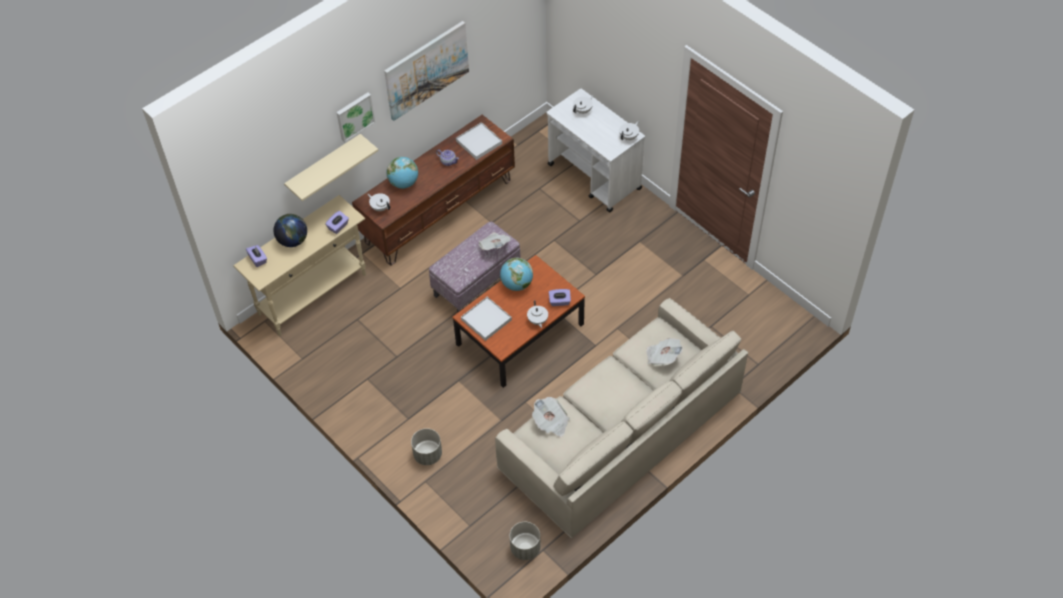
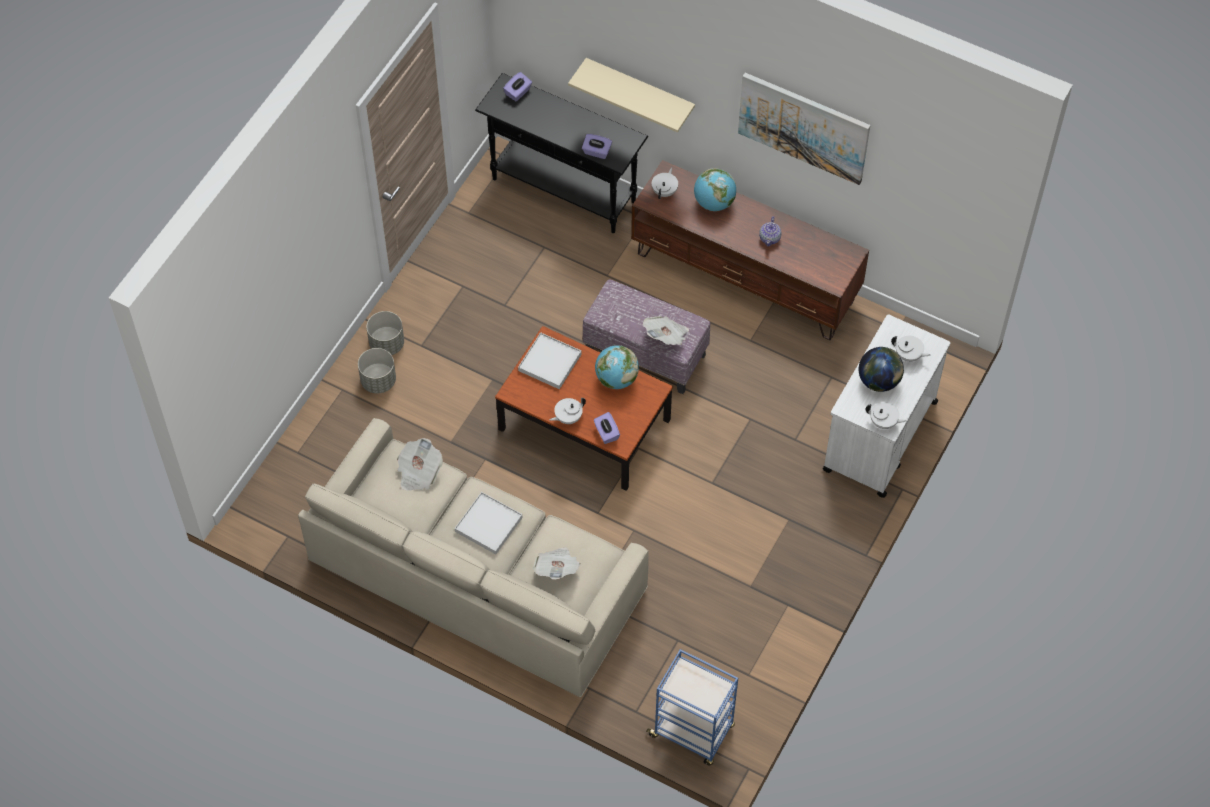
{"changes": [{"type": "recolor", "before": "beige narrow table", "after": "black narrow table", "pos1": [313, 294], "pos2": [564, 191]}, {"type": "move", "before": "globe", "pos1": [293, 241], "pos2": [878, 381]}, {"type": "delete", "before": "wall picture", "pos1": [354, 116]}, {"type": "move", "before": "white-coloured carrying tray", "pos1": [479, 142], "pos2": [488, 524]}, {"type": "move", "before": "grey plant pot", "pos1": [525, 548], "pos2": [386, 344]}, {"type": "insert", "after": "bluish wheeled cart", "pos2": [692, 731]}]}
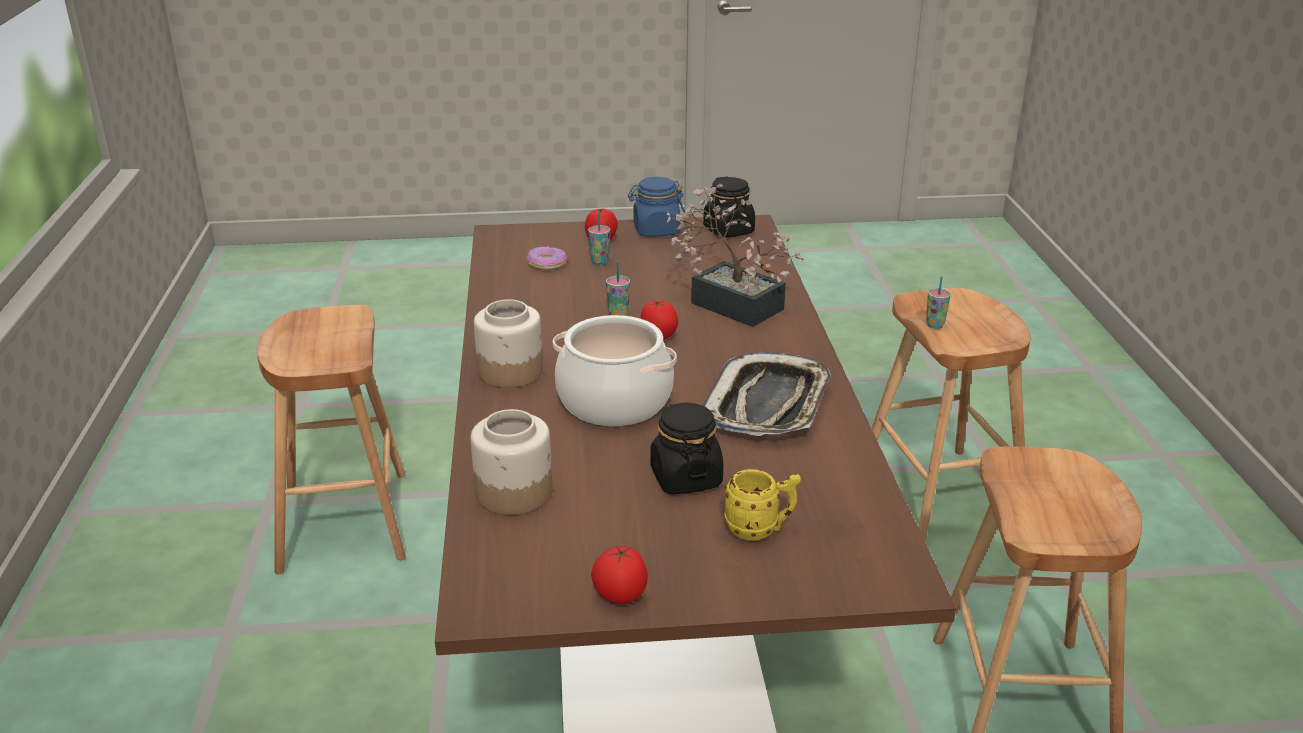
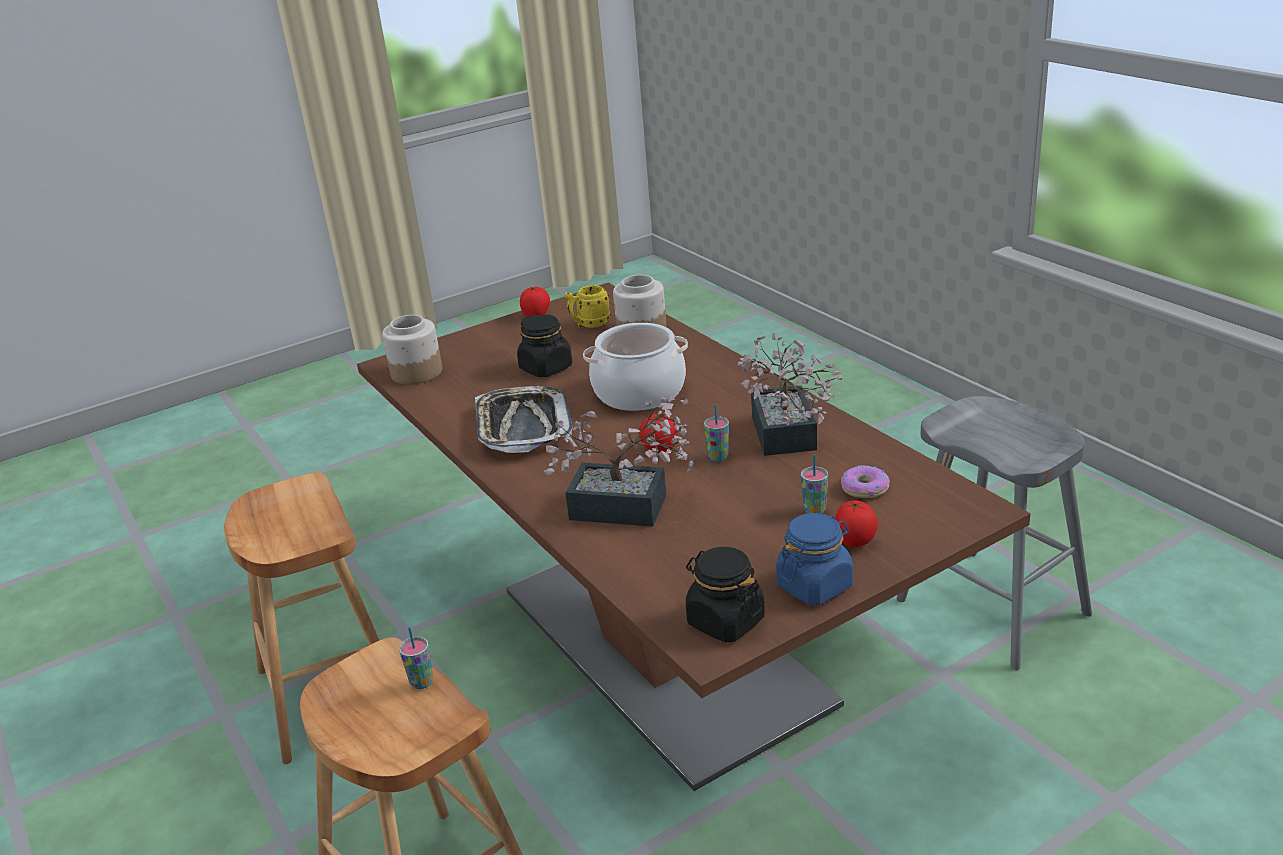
{"changes": [{"type": "recolor", "before": "brown sitting stool", "after": "grey sitting stool", "pos1": [344, 522], "pos2": [991, 607]}, {"type": "move", "before": "jar", "pos1": [511, 372], "pos2": [416, 373]}, {"type": "move", "before": "yellow tea mug", "pos1": [760, 529], "pos2": [589, 325]}, {"type": "insert", "after": "potted plant", "pos2": [784, 438]}]}
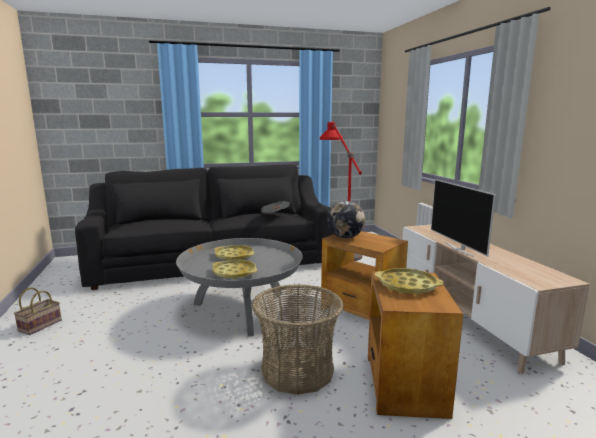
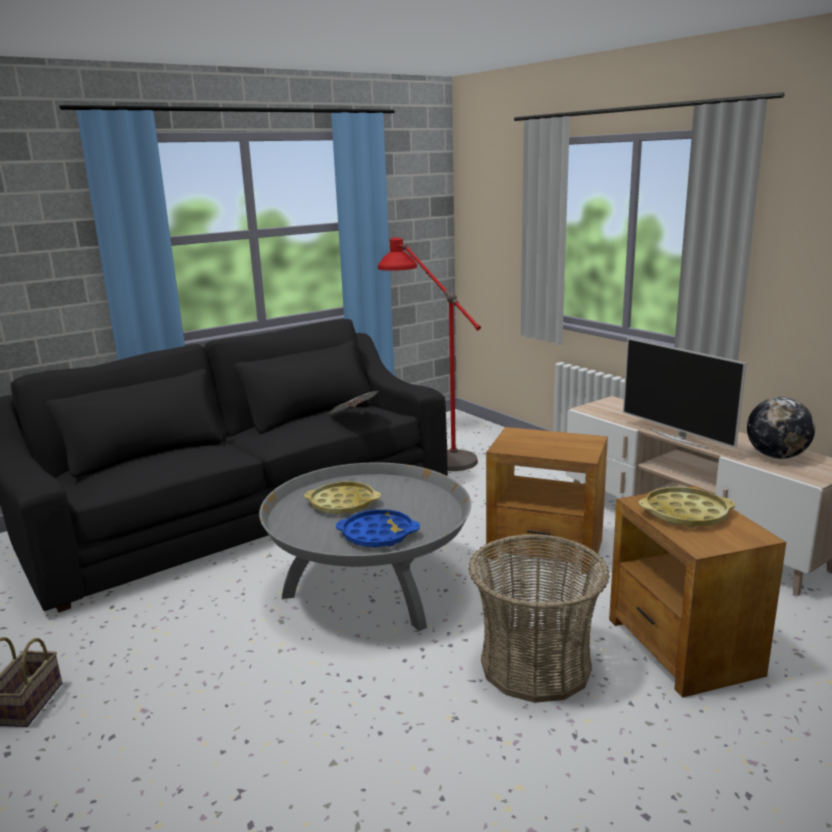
{"changes": [{"type": "recolor", "before": "yellow carrying tray", "after": "bluish carrying tray", "pos1": [234, 273], "pos2": [378, 534]}, {"type": "move", "before": "globe", "pos1": [345, 237], "pos2": [776, 456]}]}
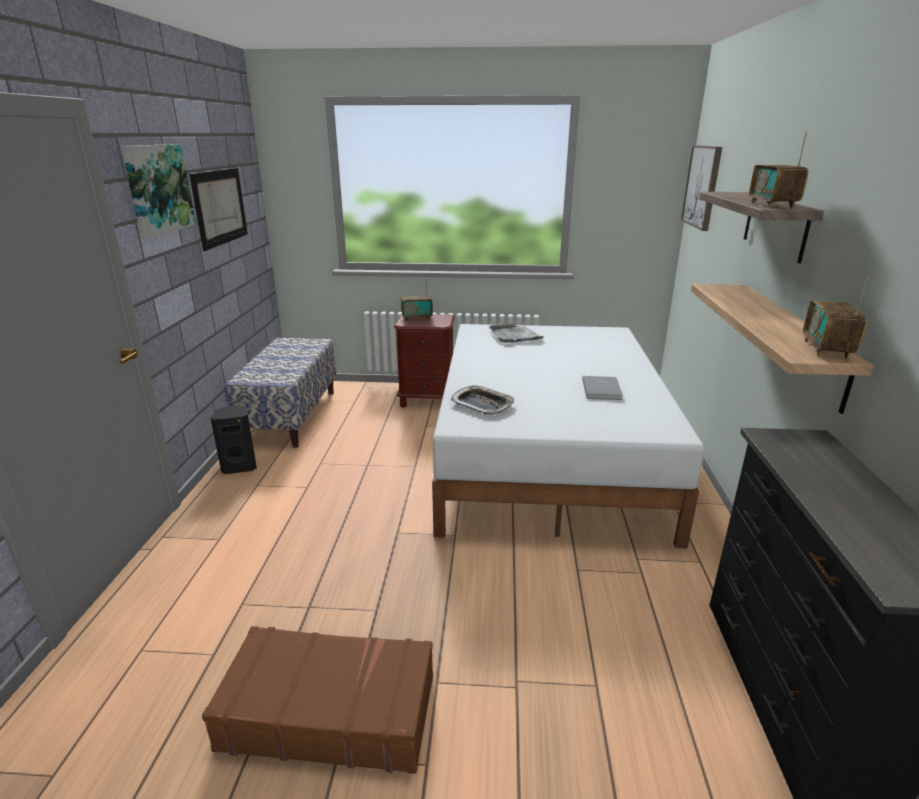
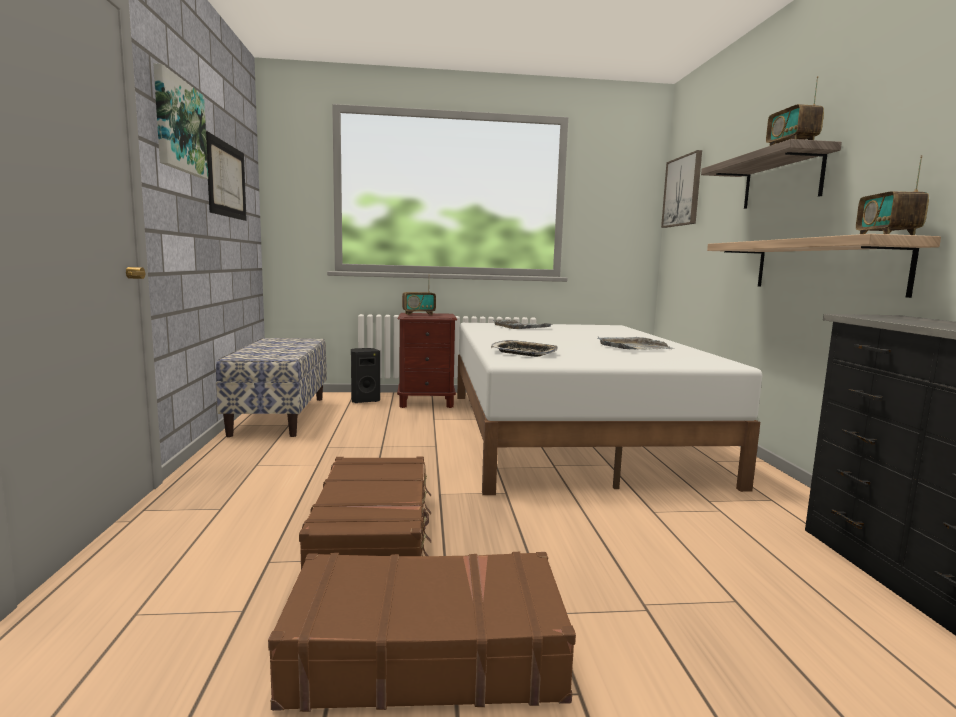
{"changes": [{"type": "move", "before": "black audio speaker", "pos1": [240, 466], "pos2": [364, 400]}, {"type": "replace", "before": "grey volume", "after": "grey carrying tray", "pos1": [602, 389], "pos2": [633, 347]}, {"type": "insert", "after": "brown travel case", "pos2": [374, 534]}]}
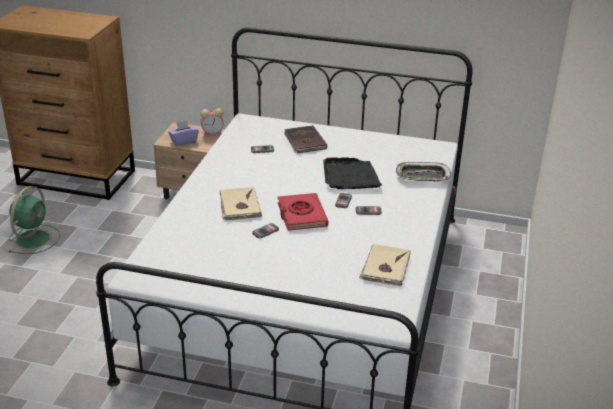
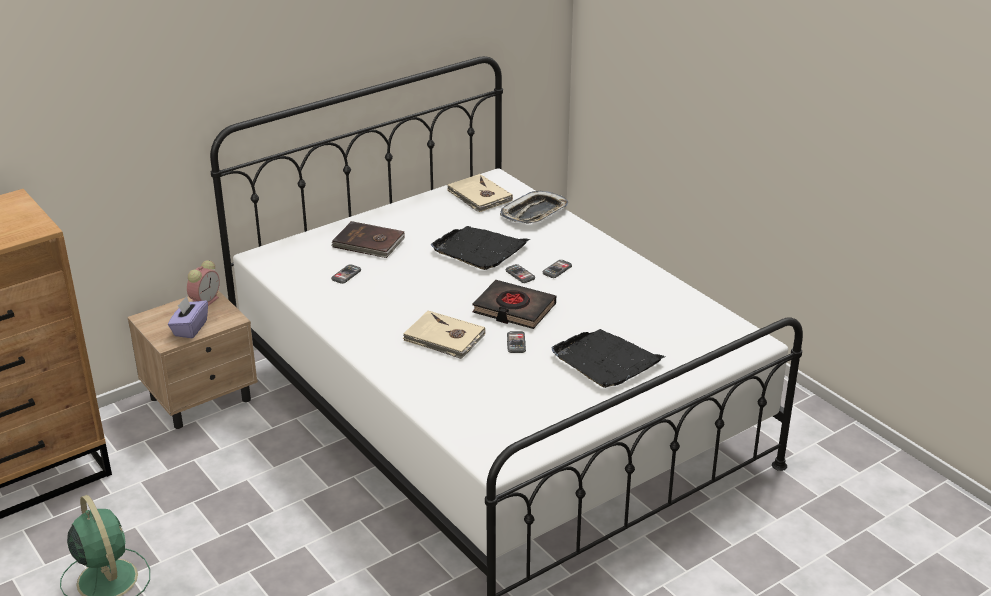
{"changes": [{"type": "recolor", "before": "reddish volume", "after": "black volume", "pos1": [301, 215], "pos2": [514, 309]}, {"type": "move", "before": "beige volume", "pos1": [385, 267], "pos2": [479, 196]}, {"type": "insert", "after": "black carrying tray", "pos2": [605, 361]}]}
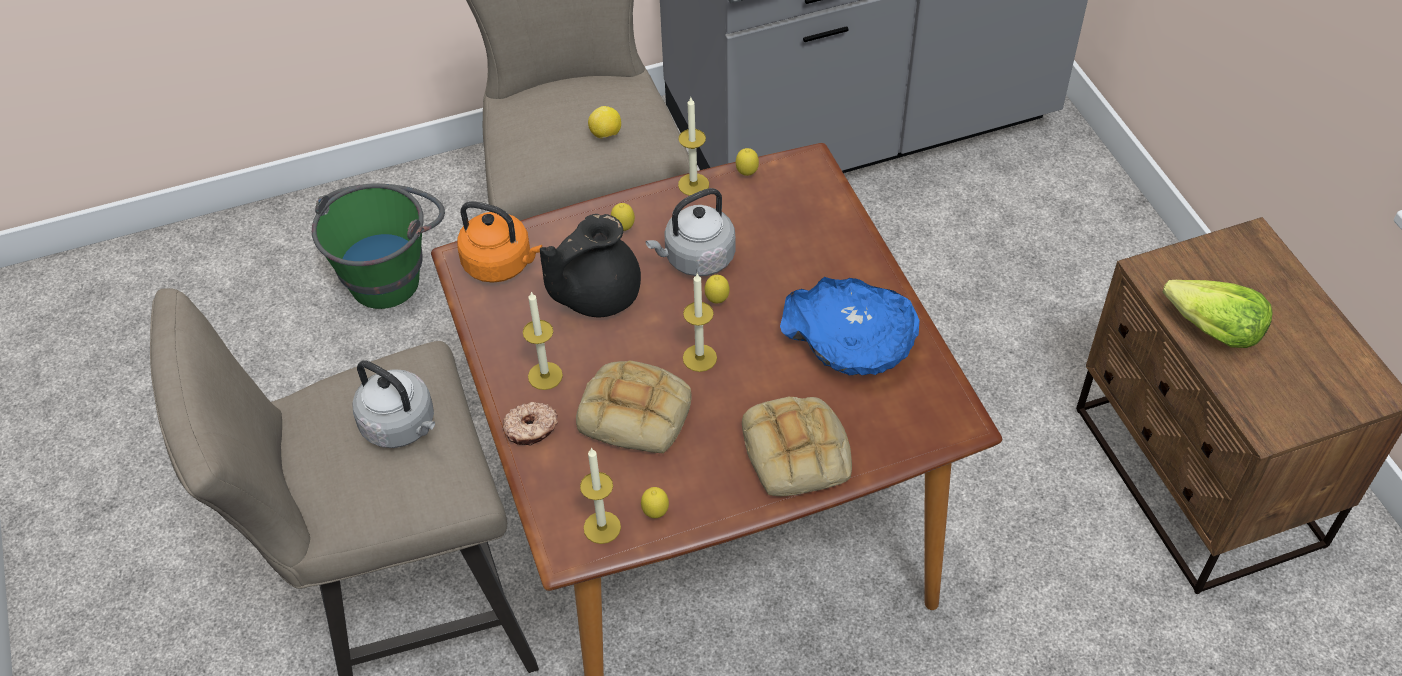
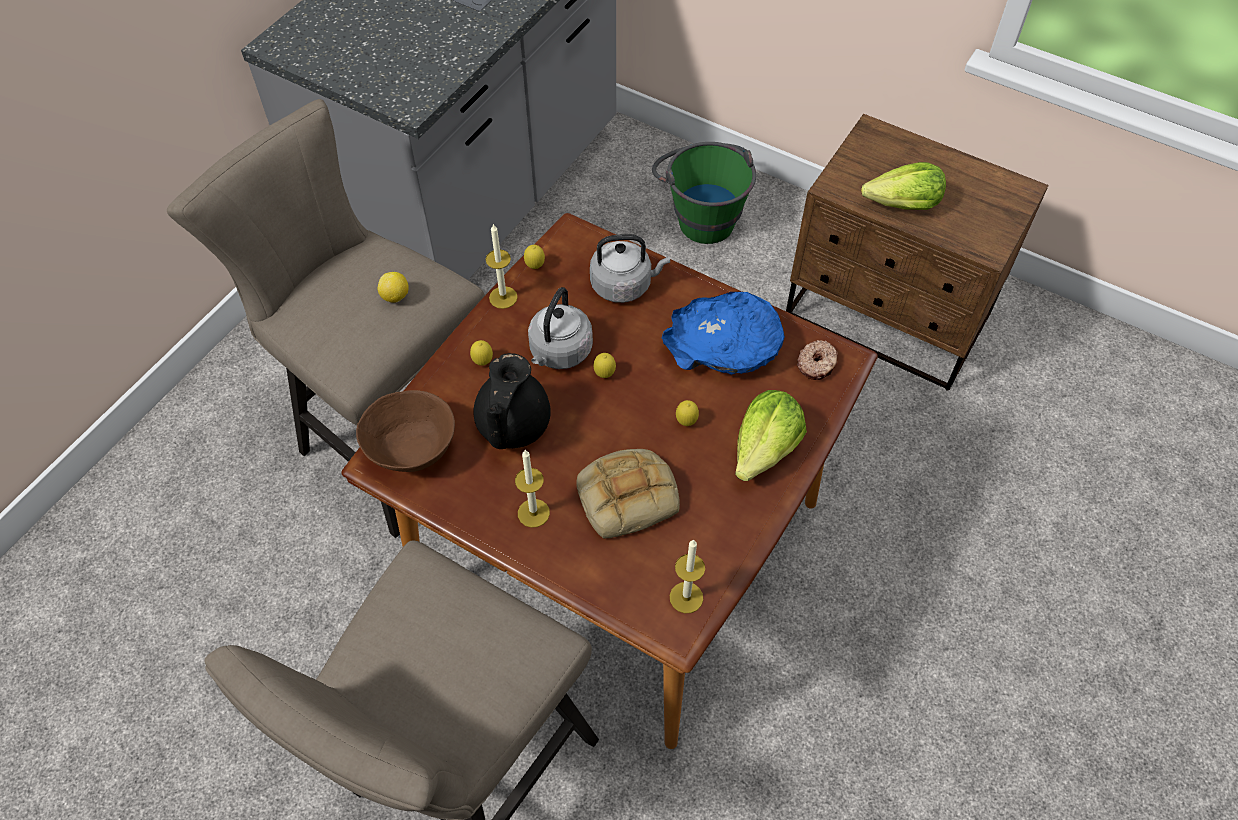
{"changes": [{"type": "move", "before": "greenish water bucket", "pos1": [391, 271], "pos2": [701, 215]}, {"type": "move", "before": "grey kettle", "pos1": [401, 426], "pos2": [624, 285]}, {"type": "replace", "before": "orangey kettle", "after": "brown deep dish", "pos1": [501, 264], "pos2": [413, 448]}, {"type": "move", "before": "doughnut", "pos1": [531, 429], "pos2": [817, 364]}, {"type": "move", "before": "whole lemon", "pos1": [655, 513], "pos2": [686, 422]}, {"type": "delete", "before": "wax light", "pos1": [699, 358]}, {"type": "replace", "before": "bread", "after": "lettuce", "pos1": [798, 453], "pos2": [765, 449]}]}
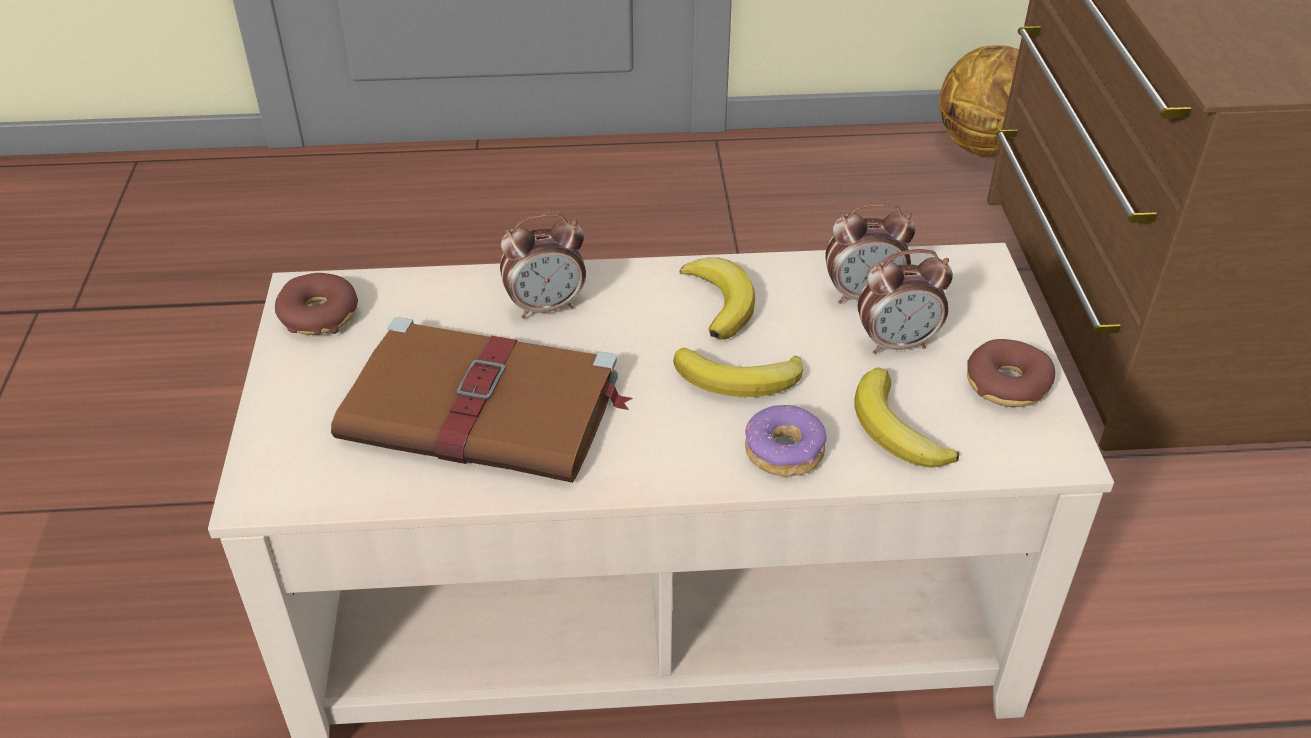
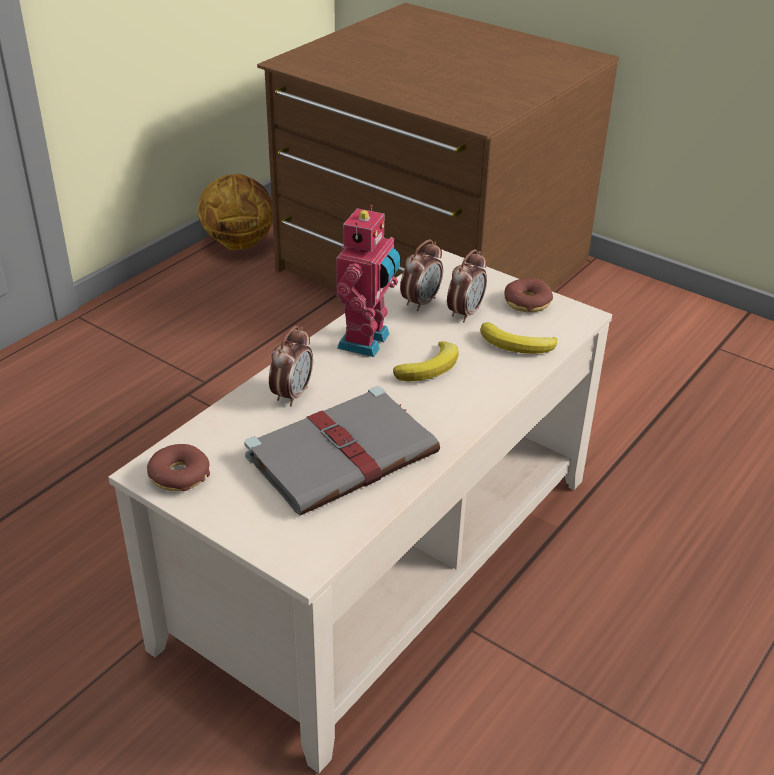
{"changes": [{"type": "recolor", "before": "brown volume", "after": "grey volume", "pos1": [485, 409], "pos2": [345, 454]}, {"type": "replace", "before": "banana fruit", "after": "robot figure", "pos1": [720, 302], "pos2": [367, 342]}, {"type": "delete", "before": "doughnut", "pos1": [784, 452]}]}
